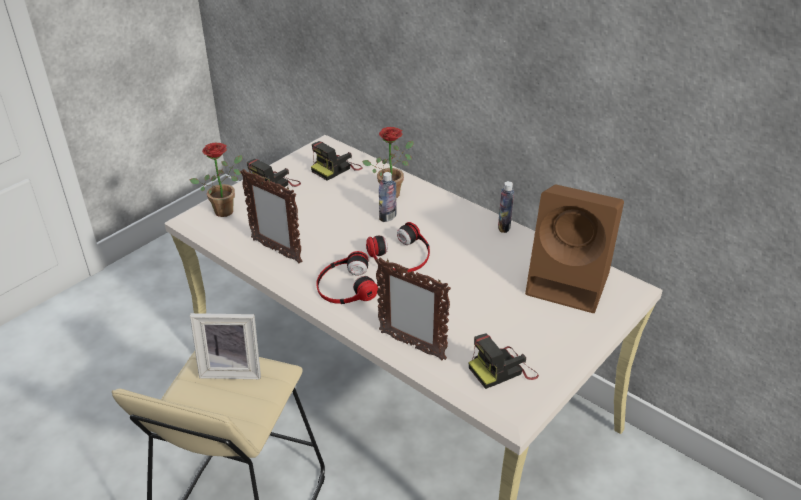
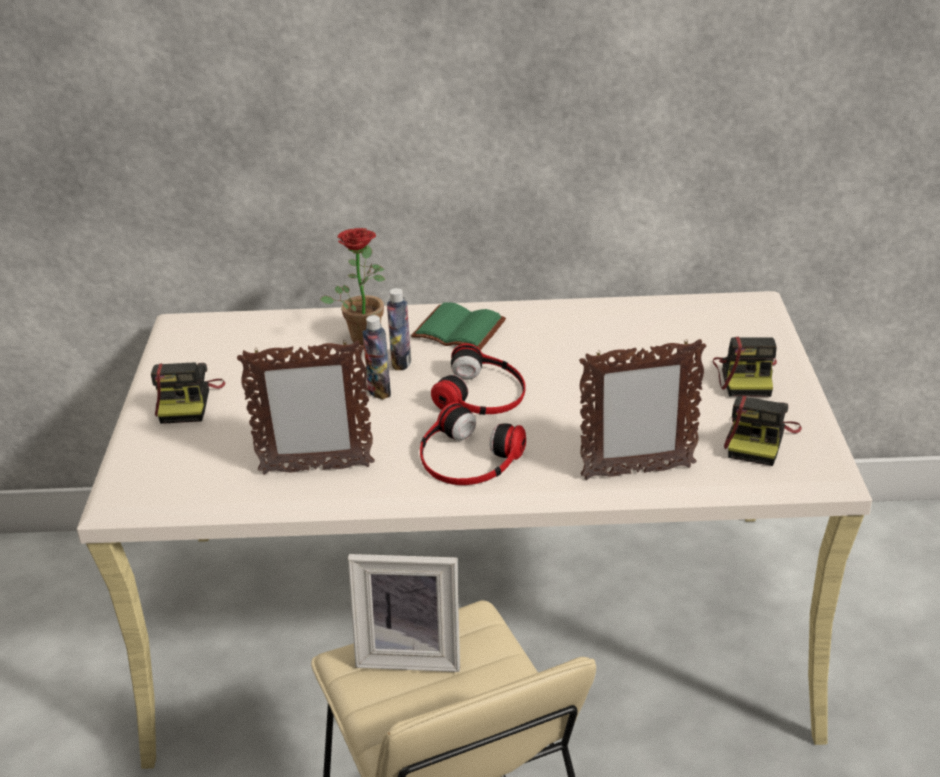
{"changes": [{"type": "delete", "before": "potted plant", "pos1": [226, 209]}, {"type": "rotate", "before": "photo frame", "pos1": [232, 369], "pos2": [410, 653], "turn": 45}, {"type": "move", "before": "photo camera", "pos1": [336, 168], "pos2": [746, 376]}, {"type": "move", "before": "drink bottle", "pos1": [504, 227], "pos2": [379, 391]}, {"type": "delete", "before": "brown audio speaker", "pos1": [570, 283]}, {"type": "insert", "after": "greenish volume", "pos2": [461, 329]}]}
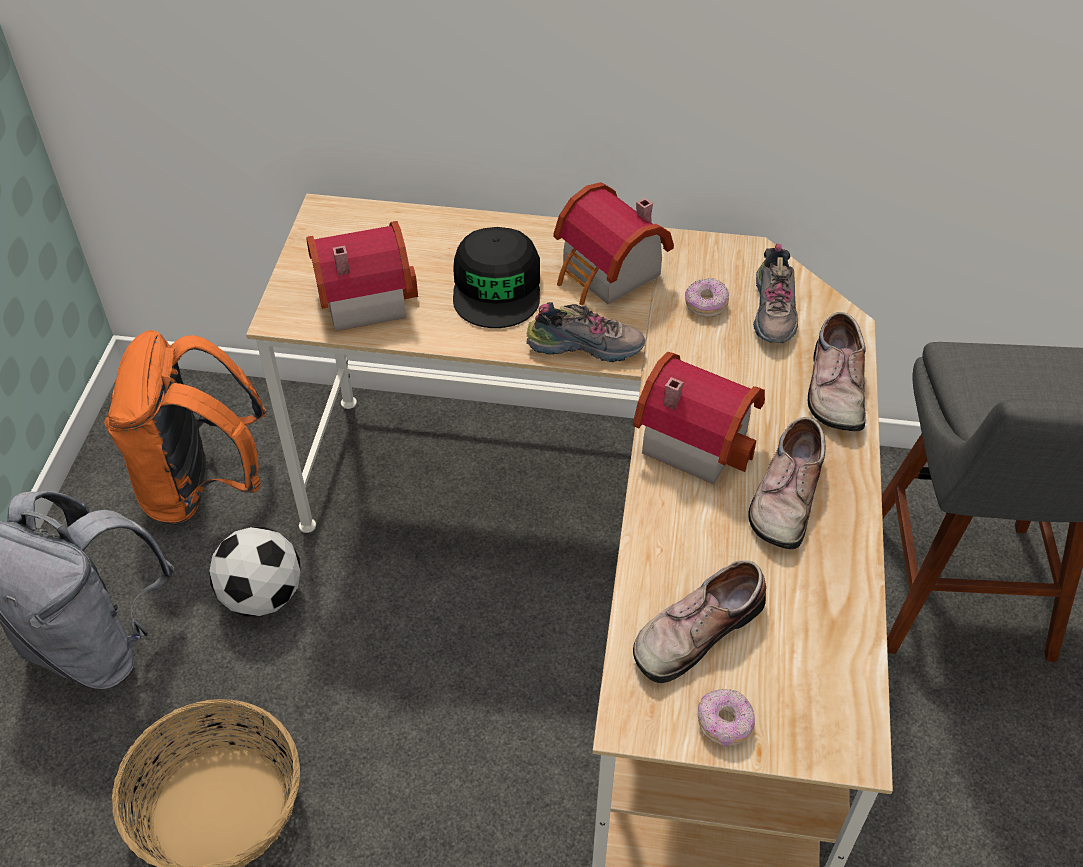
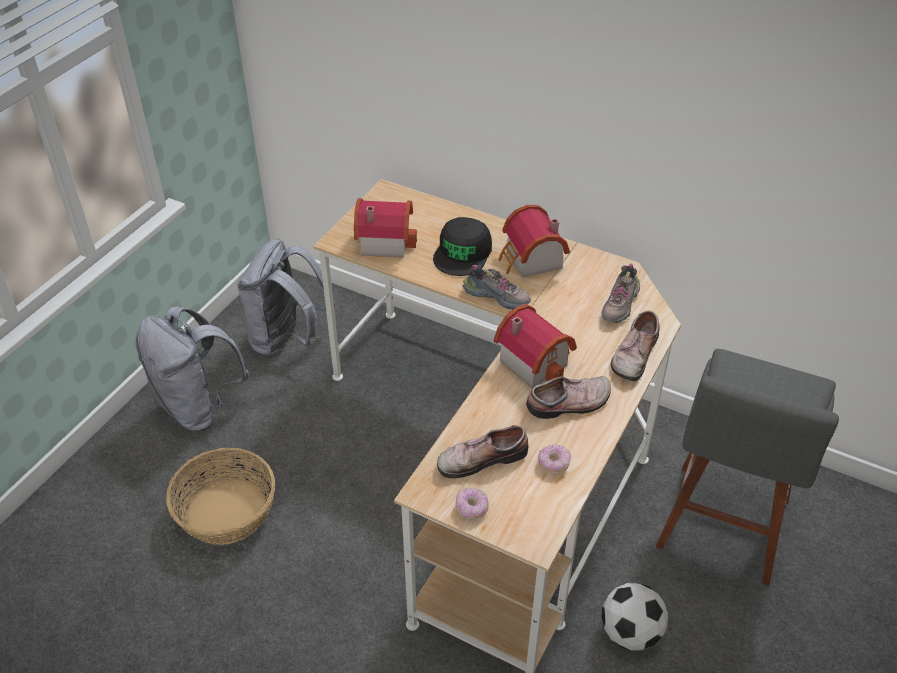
{"changes": [{"type": "recolor", "before": "orangey backpack", "after": "grey backpack", "pos1": [201, 487], "pos2": [288, 340]}, {"type": "move", "before": "football", "pos1": [262, 596], "pos2": [630, 633]}, {"type": "move", "before": "doughnut", "pos1": [705, 305], "pos2": [553, 464]}, {"type": "rotate", "before": "item of footwear", "pos1": [783, 495], "pos2": [570, 404], "turn": -150}]}
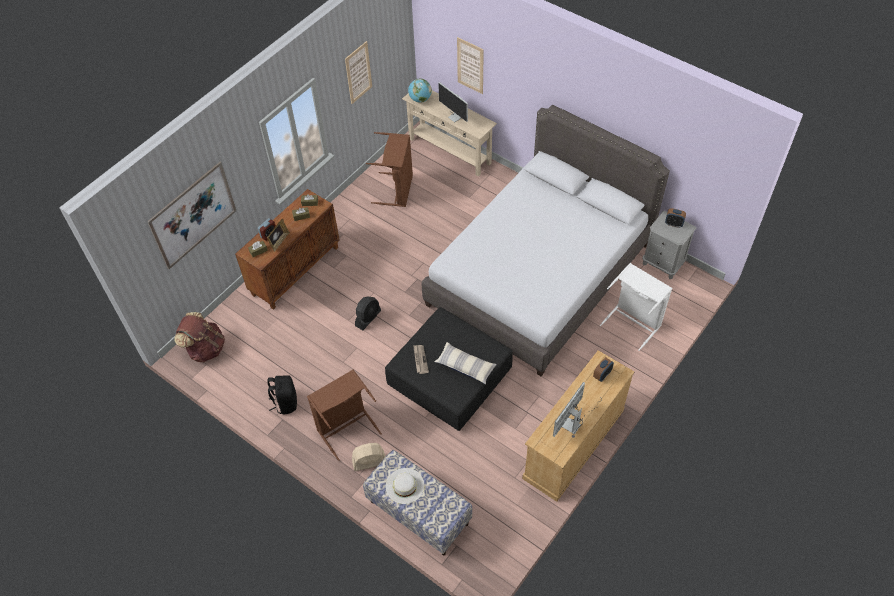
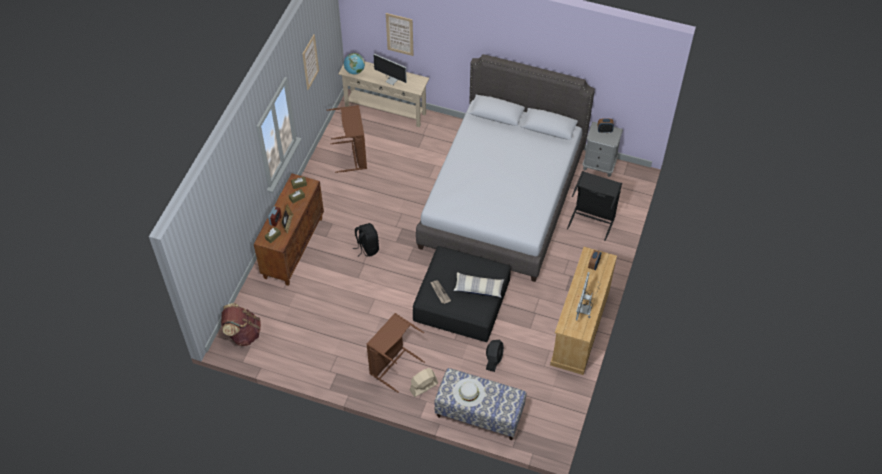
{"changes": [{"type": "delete", "before": "wall picture", "pos1": [193, 215]}, {"type": "move", "before": "black backpack", "pos1": [285, 402], "pos2": [367, 248]}, {"type": "move", "before": "black cooling fan", "pos1": [368, 318], "pos2": [494, 359]}, {"type": "recolor", "before": "white-coloured hamper", "after": "black hamper", "pos1": [633, 322], "pos2": [592, 219]}]}
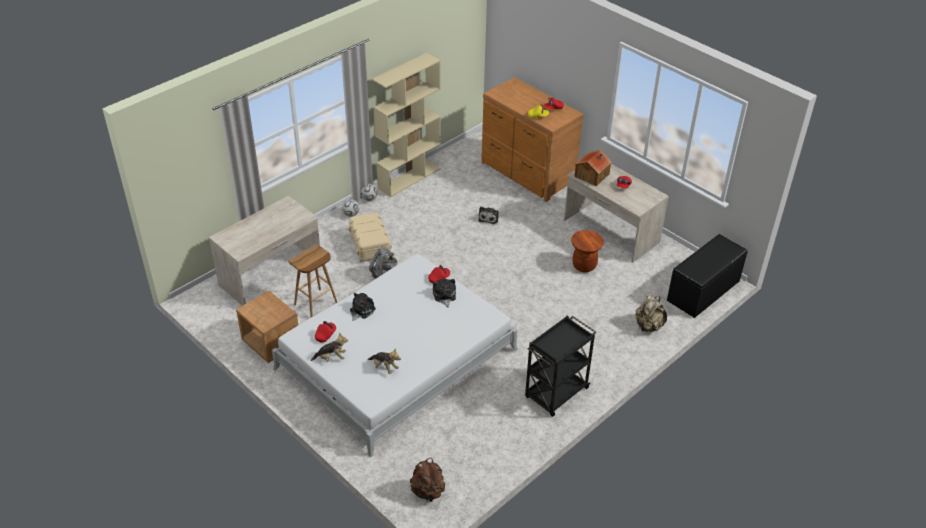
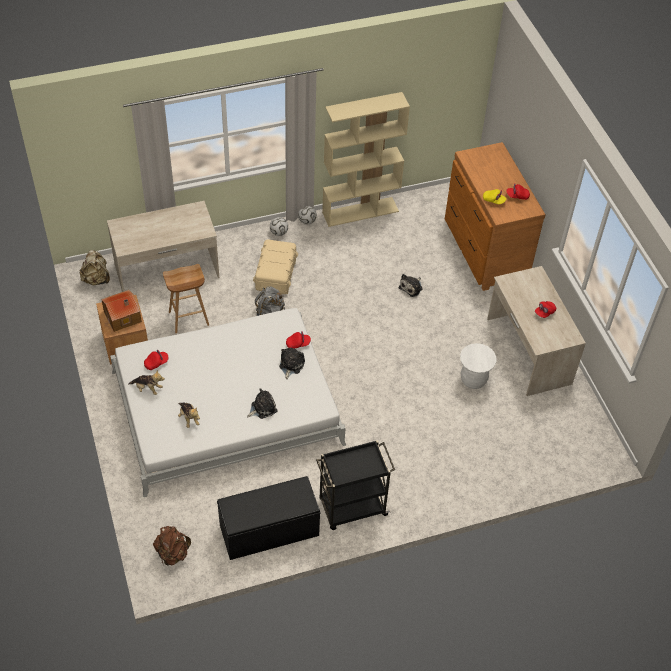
{"changes": [{"type": "move", "before": "plush toy", "pos1": [361, 310], "pos2": [262, 408]}, {"type": "recolor", "before": "brown sitting stool", "after": "white-coloured sitting stool", "pos1": [584, 265], "pos2": [473, 380]}, {"type": "move", "before": "model house", "pos1": [592, 175], "pos2": [123, 316]}, {"type": "move", "before": "beige backpack", "pos1": [648, 326], "pos2": [96, 279]}, {"type": "move", "before": "black long seat", "pos1": [704, 291], "pos2": [269, 531]}]}
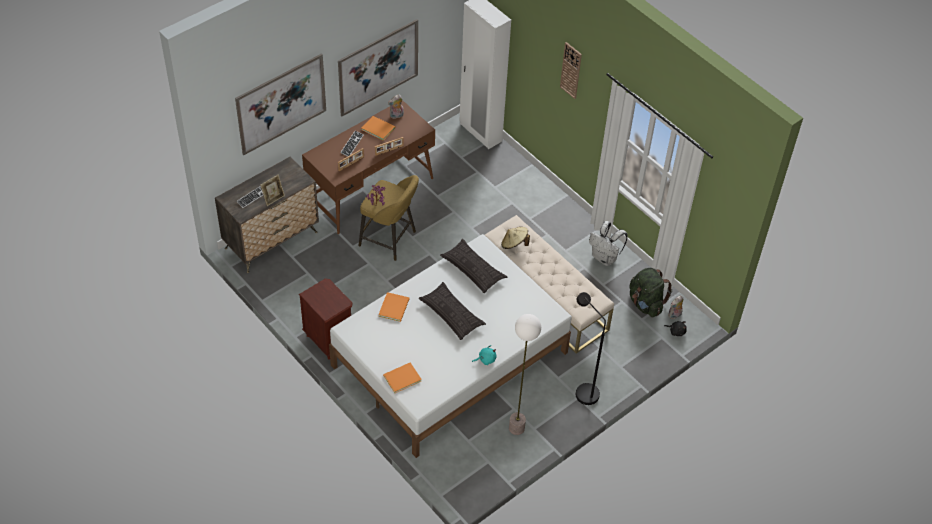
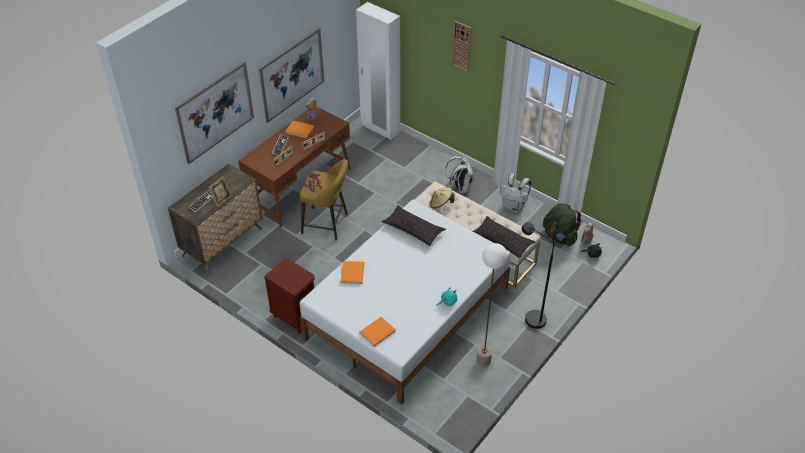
{"changes": [{"type": "move", "before": "cushion", "pos1": [451, 314], "pos2": [502, 240]}, {"type": "insert", "after": "white-coloured backpack", "pos2": [460, 187]}]}
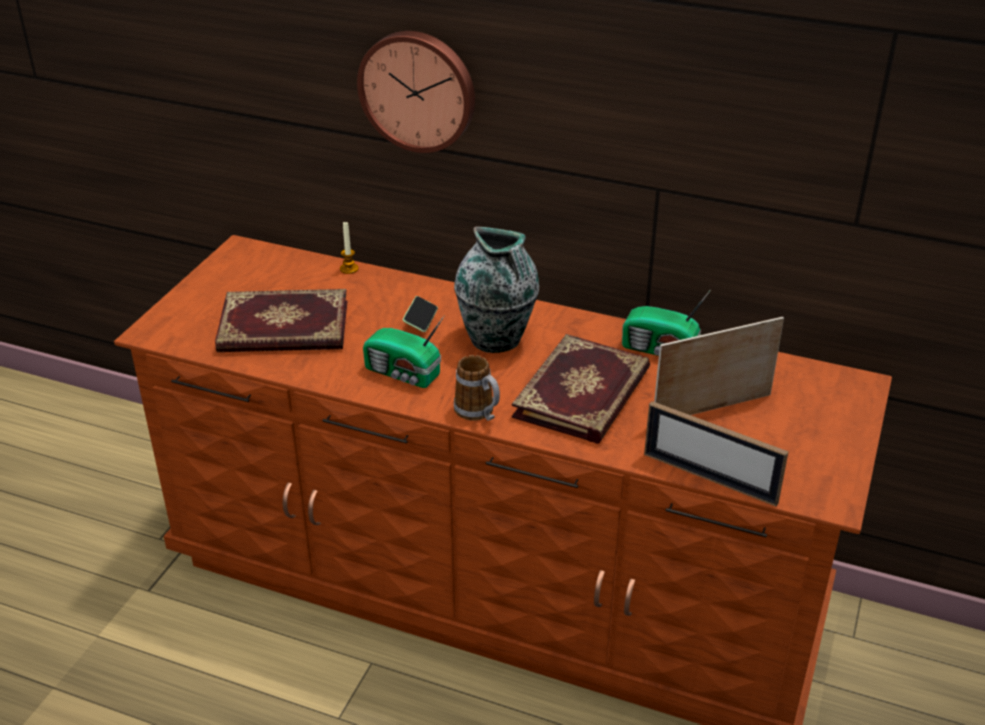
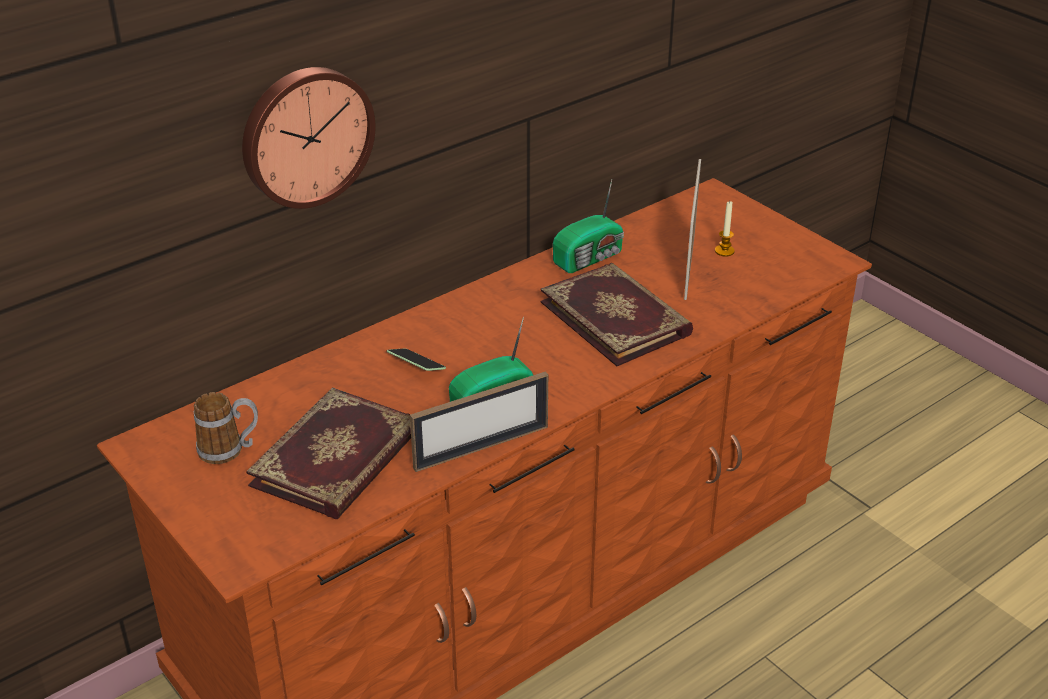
{"changes": [{"type": "move", "before": "wax light", "pos1": [349, 269], "pos2": [724, 251]}, {"type": "delete", "before": "decorative vase", "pos1": [497, 339]}, {"type": "move", "before": "tea mug", "pos1": [479, 413], "pos2": [230, 450]}, {"type": "move", "before": "photo frame", "pos1": [709, 478], "pos2": [481, 447]}]}
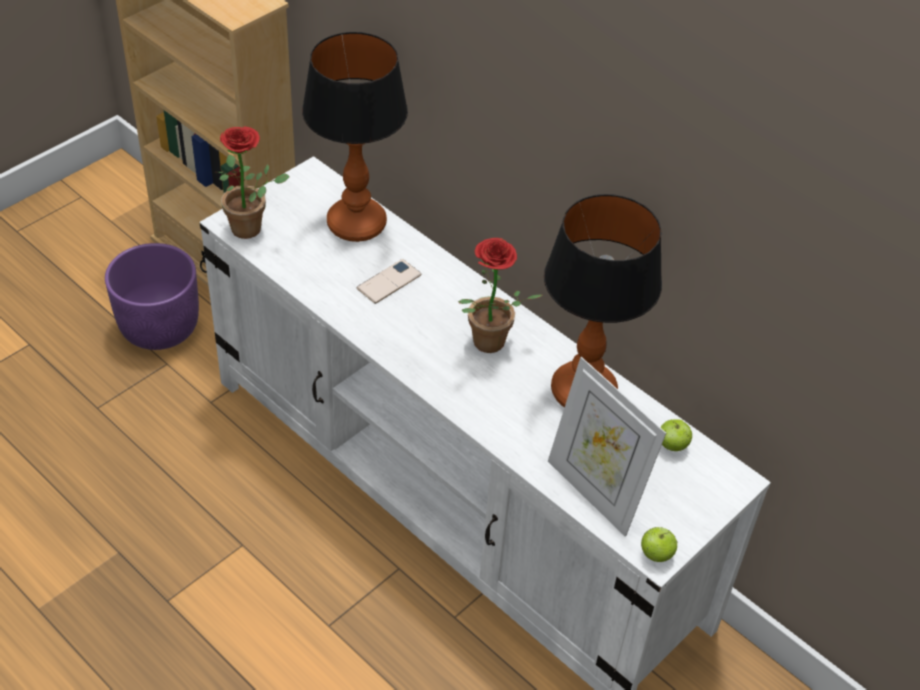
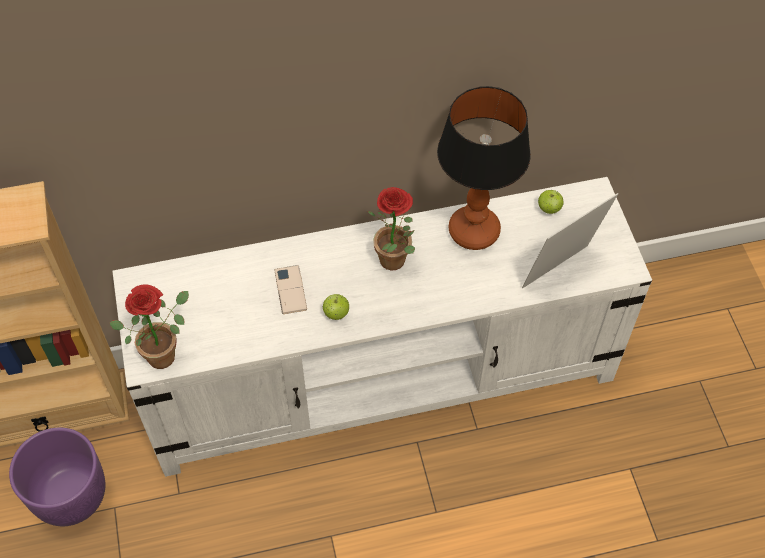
{"changes": [{"type": "delete", "before": "tabletop lamp", "pos1": [357, 224]}, {"type": "rotate", "before": "photo frame", "pos1": [594, 492], "pos2": [560, 272], "turn": 150}, {"type": "move", "before": "apple fruit", "pos1": [656, 554], "pos2": [336, 314]}]}
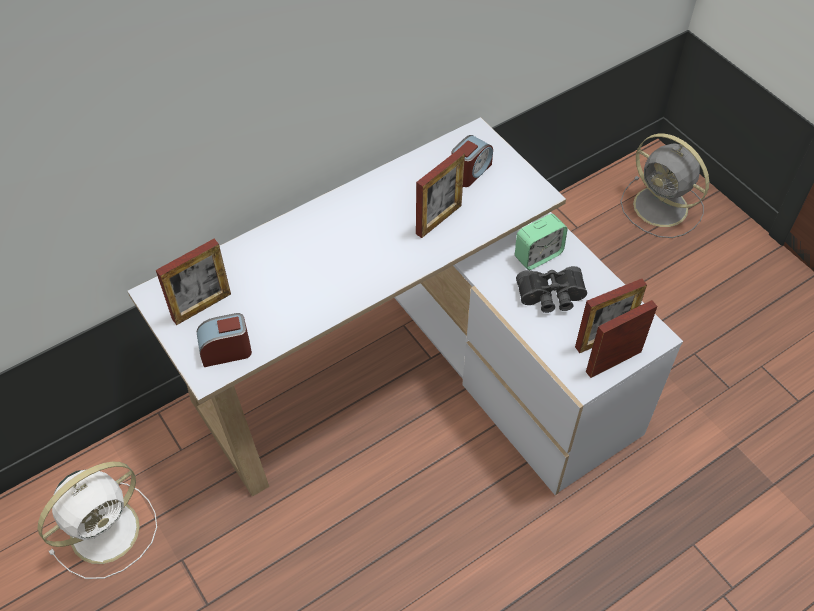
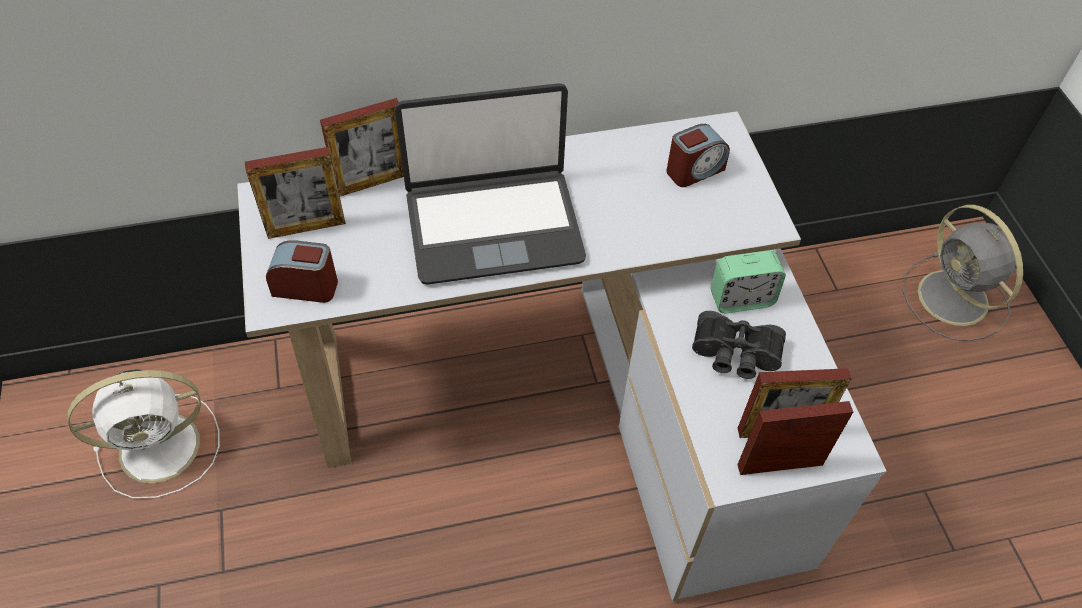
{"changes": [{"type": "move", "before": "photo frame", "pos1": [438, 219], "pos2": [372, 182]}, {"type": "insert", "after": "laptop", "pos2": [493, 225]}]}
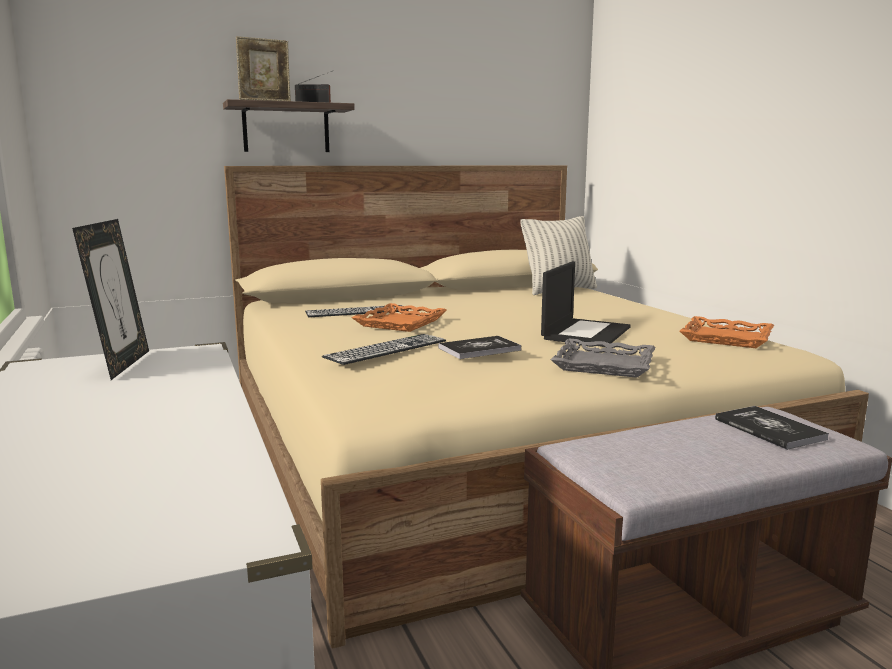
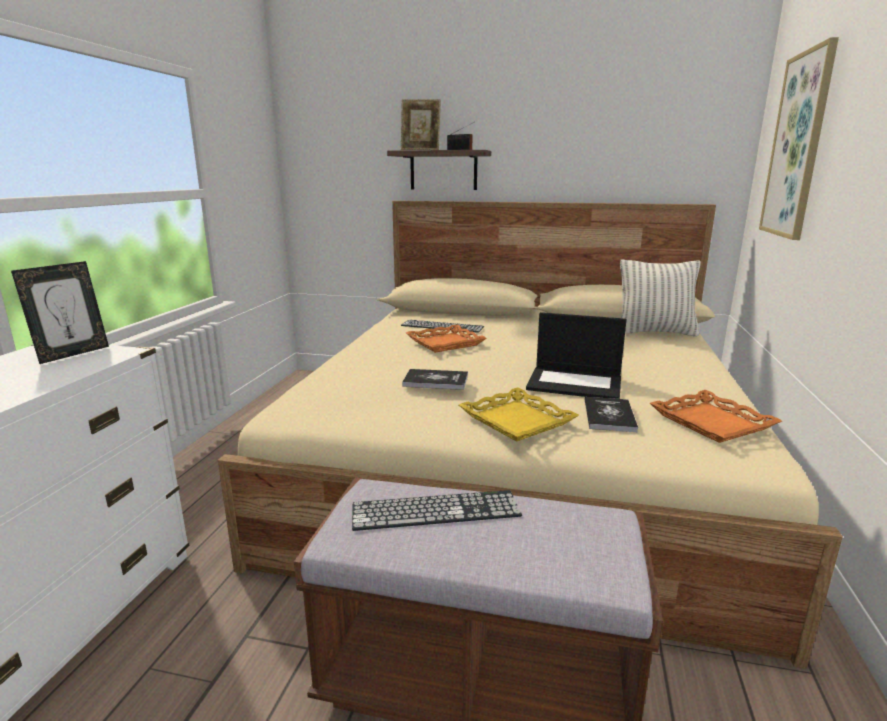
{"changes": [{"type": "move", "before": "keyboard", "pos1": [386, 349], "pos2": [435, 510]}, {"type": "rotate", "before": "laptop", "pos1": [585, 333], "pos2": [575, 383], "turn": 45}, {"type": "recolor", "before": "grey carrying tray", "after": "yellow carrying tray", "pos1": [603, 365], "pos2": [516, 421]}, {"type": "move", "before": "volume", "pos1": [769, 429], "pos2": [609, 415]}, {"type": "insert", "after": "wall picture", "pos2": [797, 146]}]}
